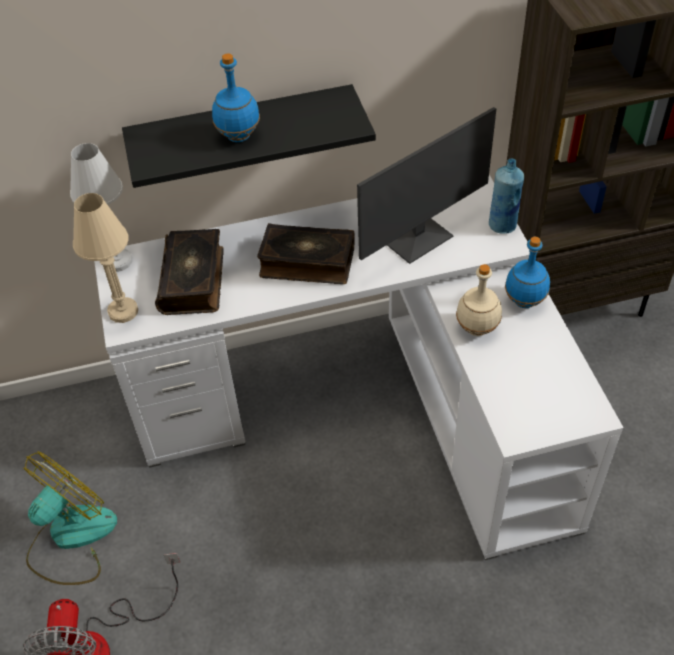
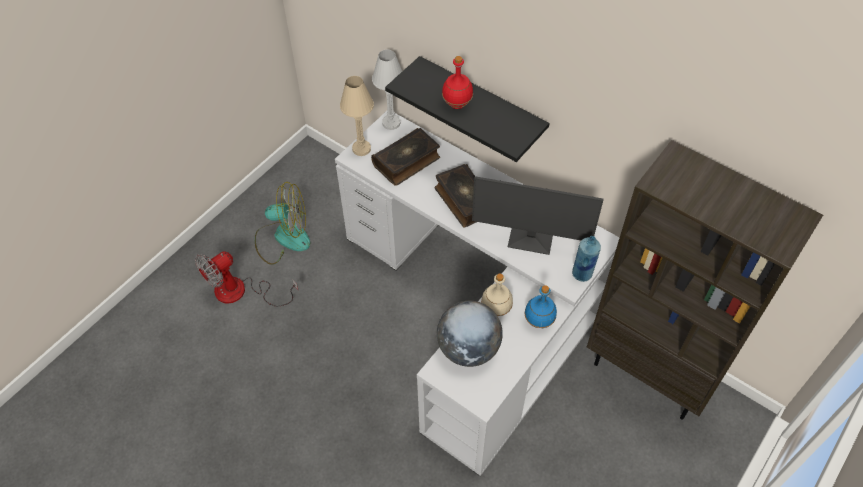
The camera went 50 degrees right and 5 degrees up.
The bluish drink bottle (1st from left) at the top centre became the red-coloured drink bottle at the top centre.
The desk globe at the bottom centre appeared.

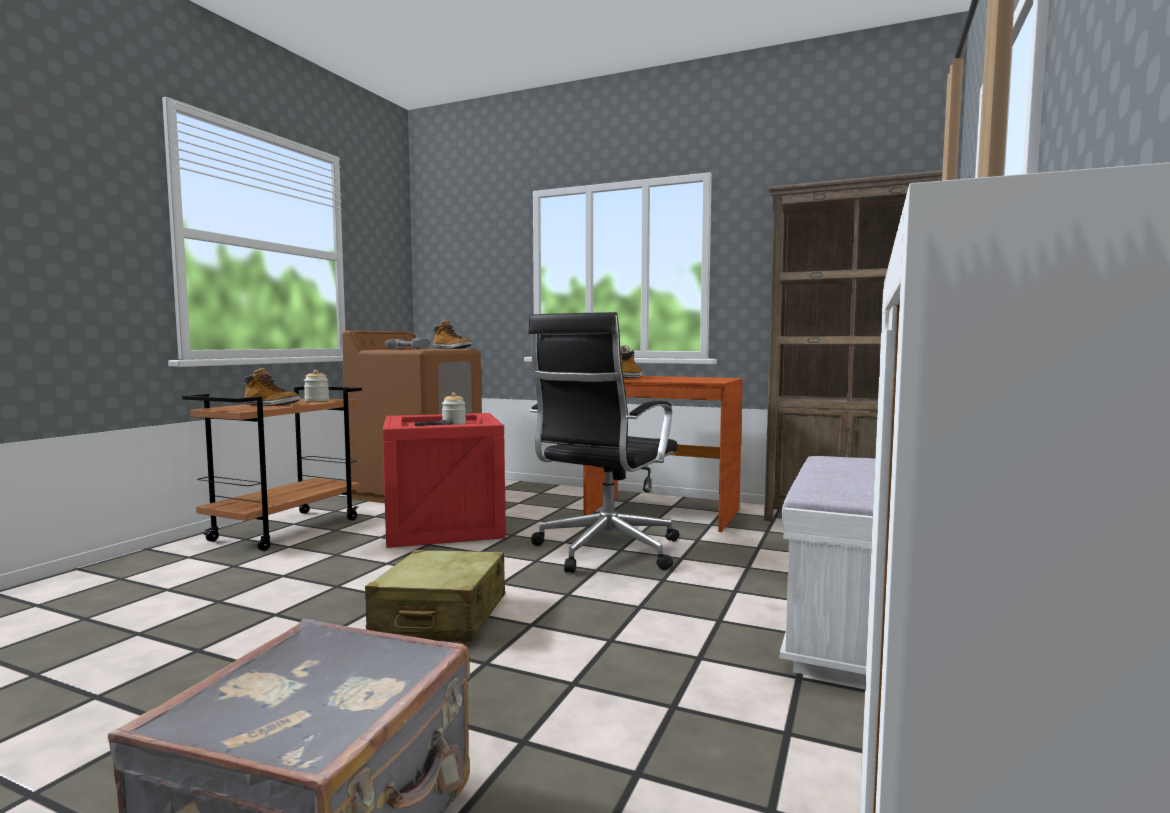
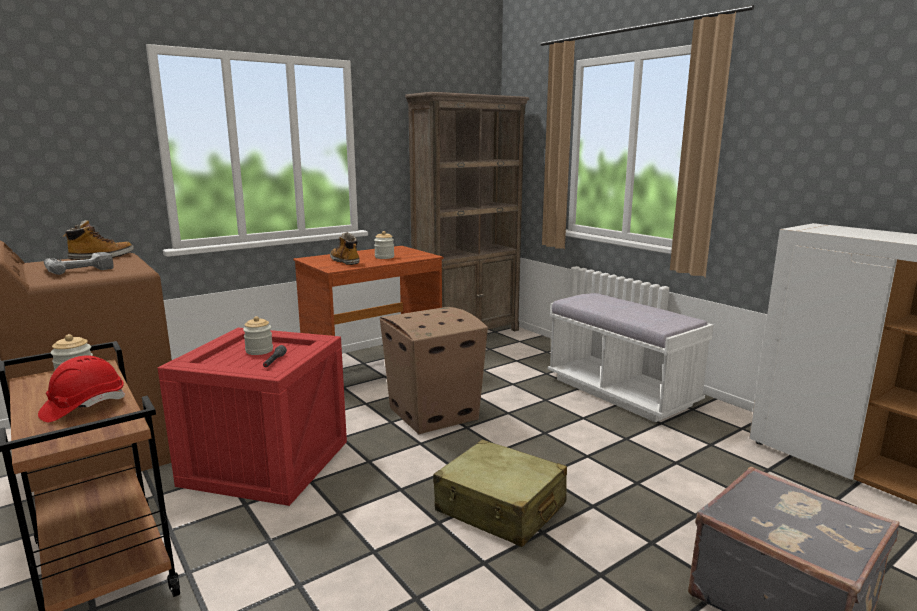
The camera went 60 degrees left and 10 degrees up.
The boot (1st from left) at the middle left was replaced by the red-coloured safety helmet at the middle left.
The black desk chair at the centre was replaced by the carton at the centre.
The storage jar (3rd from left) at the centre appeared.

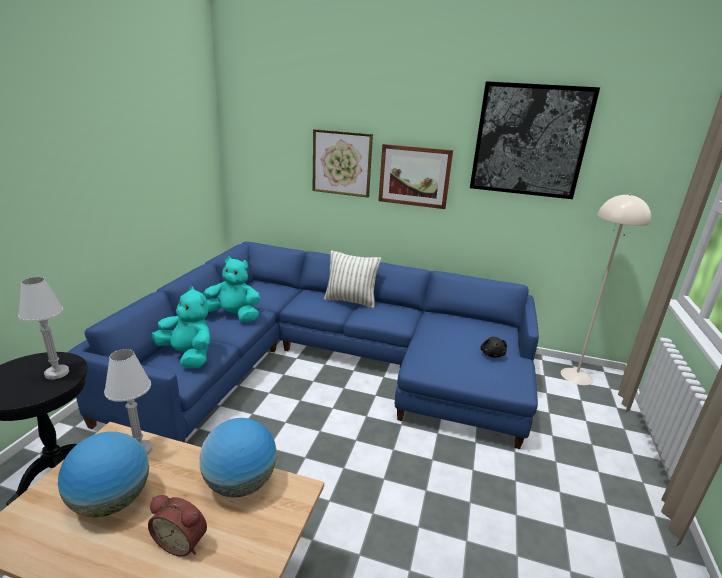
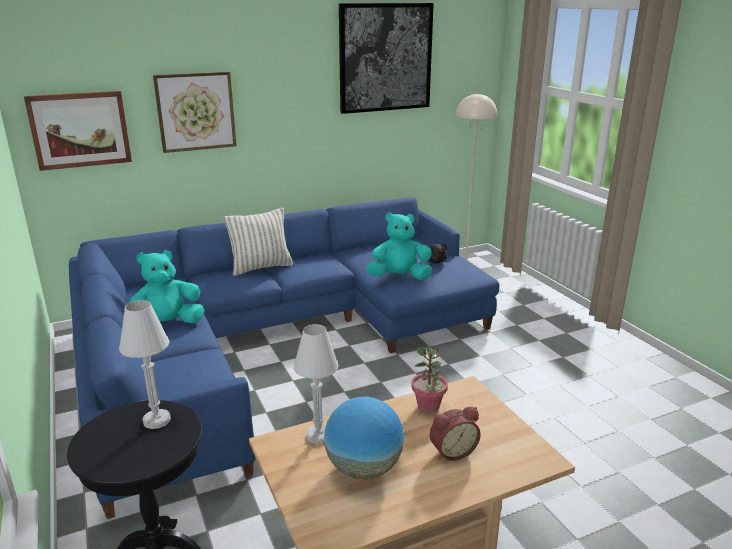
The camera went 40 degrees left and 0 degrees up.
The turquoise cuddly toy (1st from left in the first image) moved from the middle left to the centre.
The desk globe (2nd from left) at the bottom left was replaced by the houseplant at the bottom centre.
The picture (2nd from left in the first image) moved from the top centre to the top left.

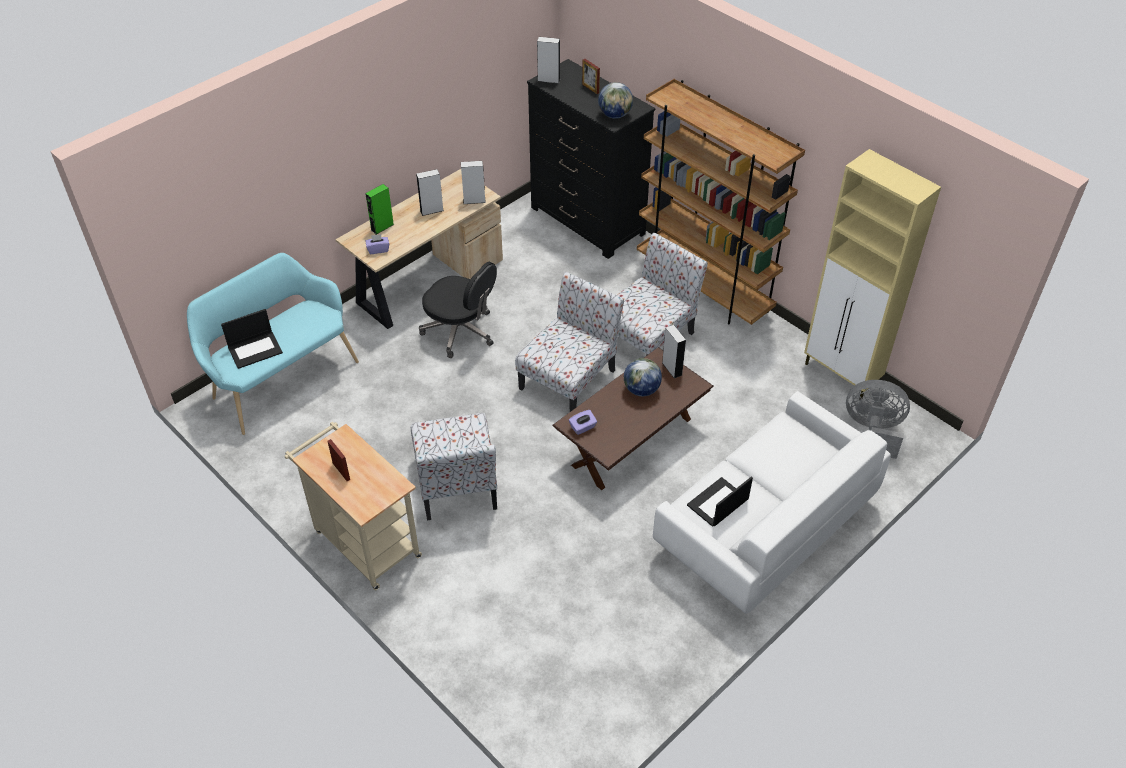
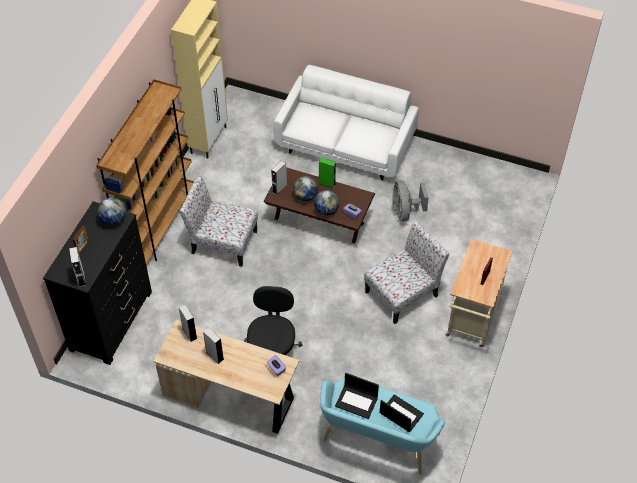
The camera went 115 degrees left and 5 degrees up.
The green audio speaker moved from the top centre to the centre.
The plain chair (2nd from left) at the centre disappeared.
The portable computer (2nd from left in the first image) moved from the centre to the bottom centre.
The greyish electric fan moved from the middle right to the centre.
The desk globe (3rd from left) at the centre appeared.

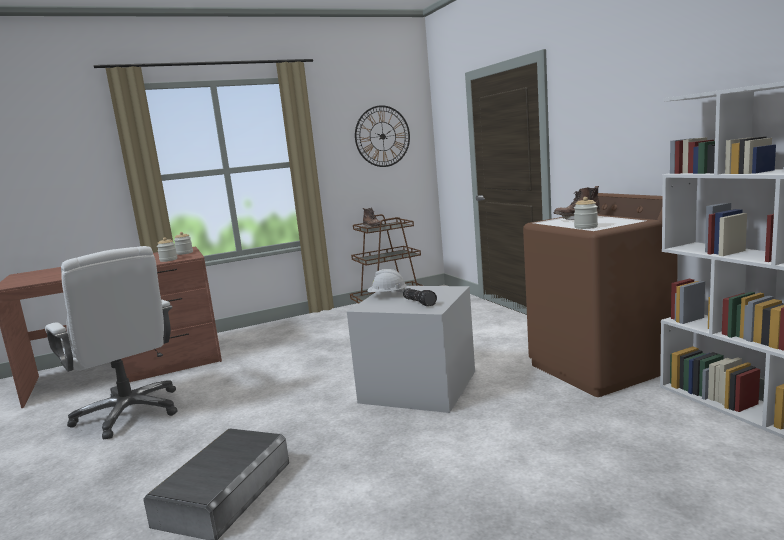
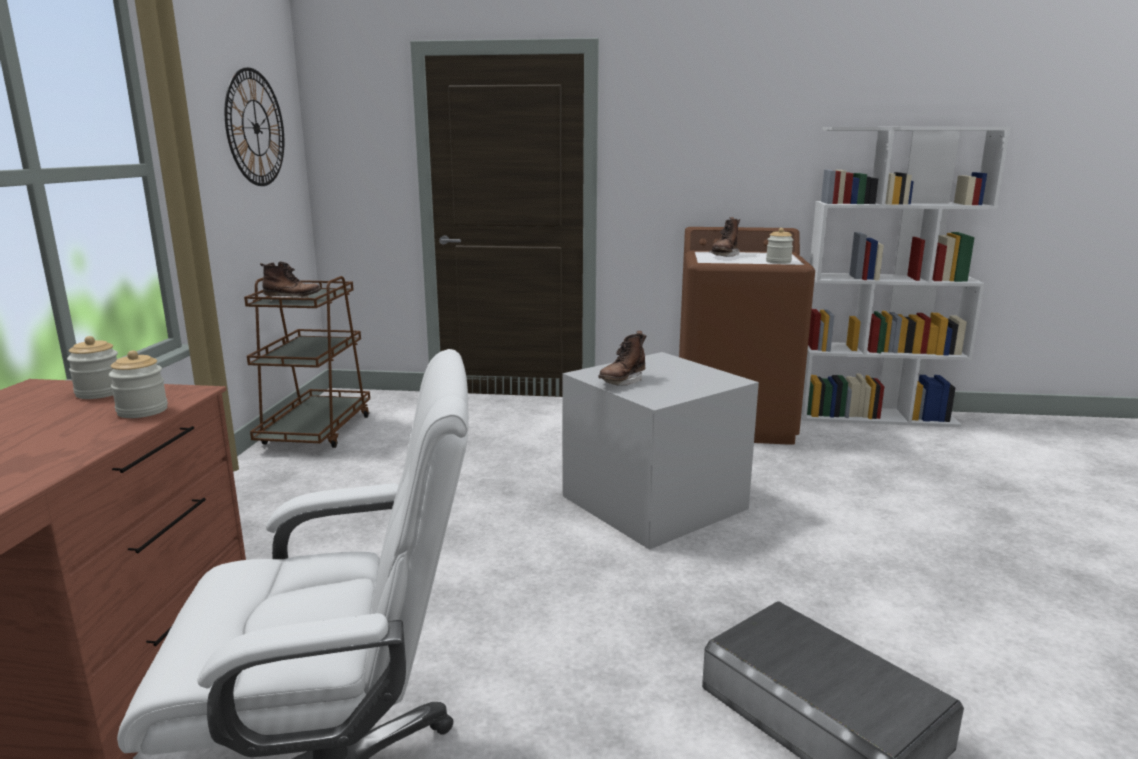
The camera went 60 degrees left and 5 degrees up.
The white-coloured safety helmet at the centre was replaced by the brown-coloured boot (2nd from left) at the centre.
The flashlight at the centre disappeared.

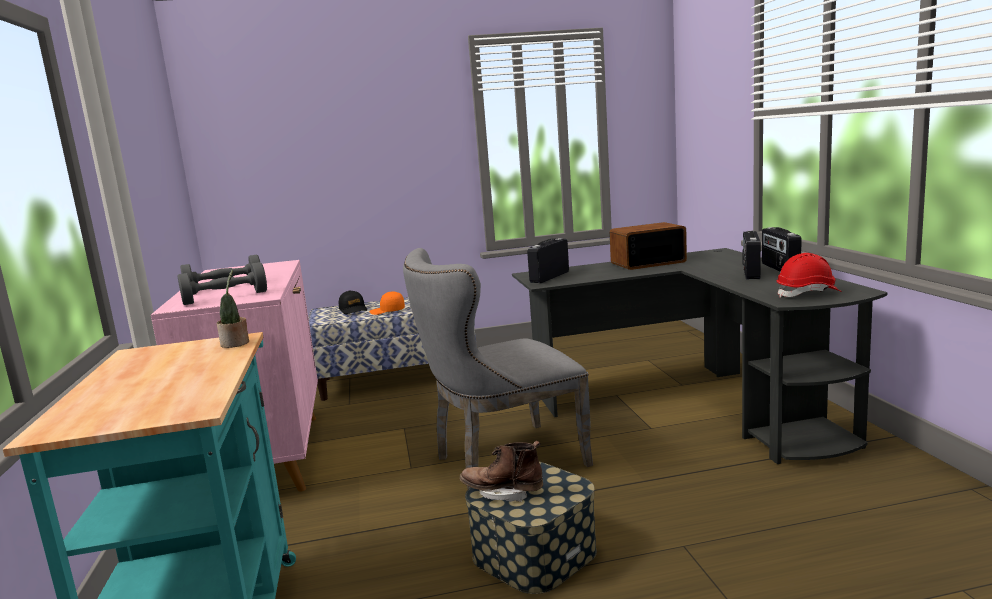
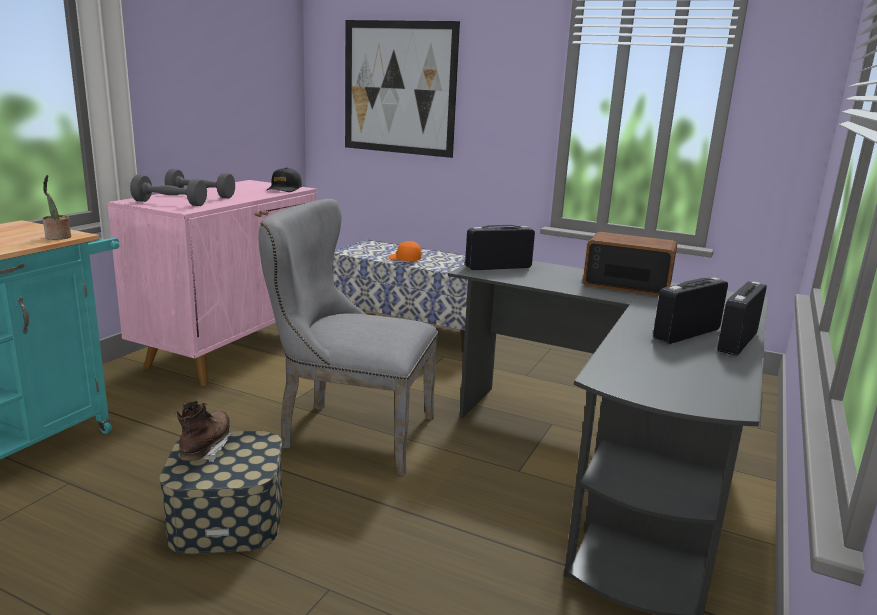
The camera went 35 degrees right and 5 degrees up.
The black baseball cap moved from the centre to the top left.
The brown-coloured boot at the bottom centre turned 45 degrees clockwise.
The red-coloured safety helmet at the middle right disappeared.
The picture at the top centre appeared.

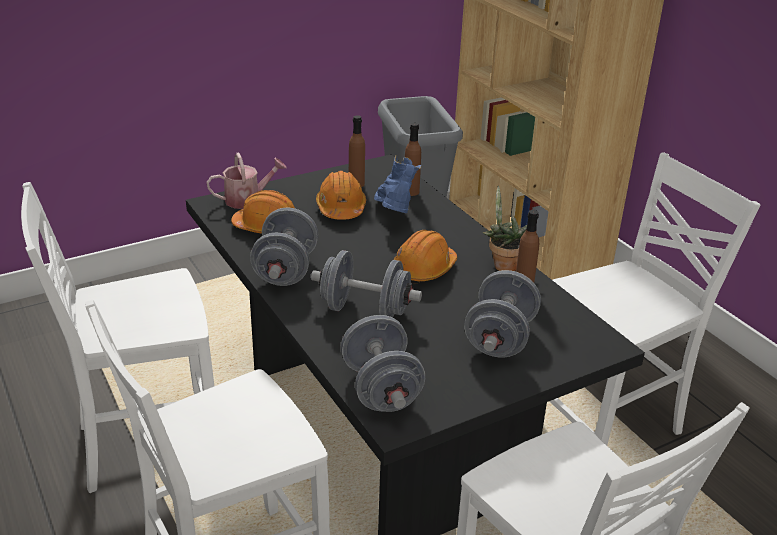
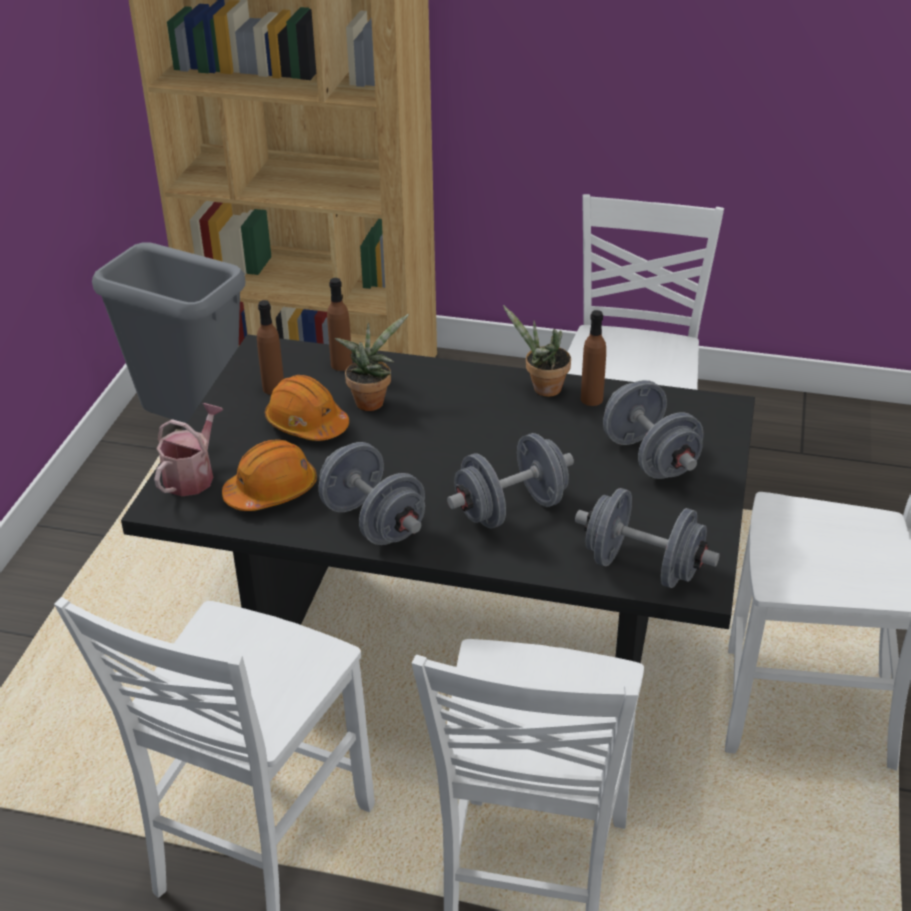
The camera went 45 degrees left and 5 degrees up.
The bluish boot at the centre was replaced by the houseplant (1st from left) at the centre.
The orangey safety helmet (3rd from left) at the centre disappeared.

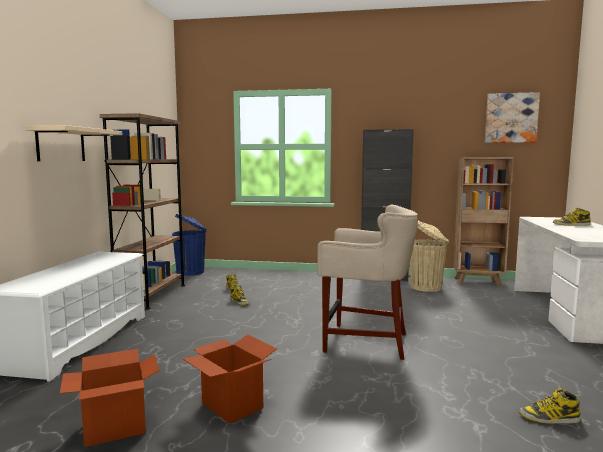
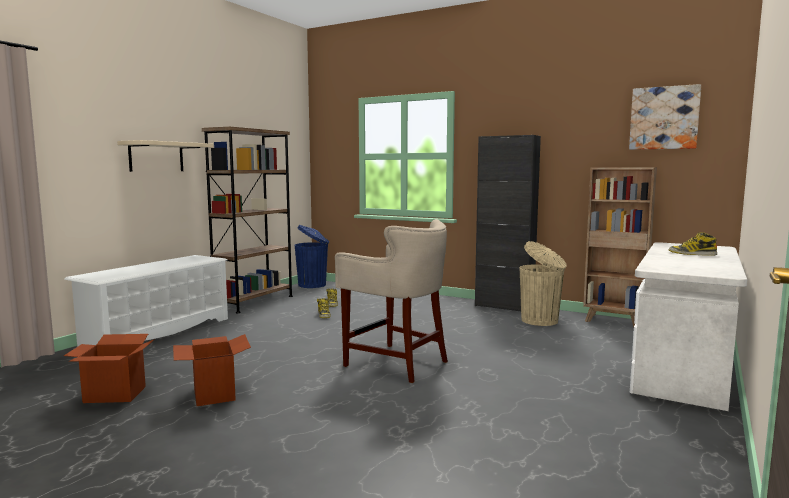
The camera went 20 degrees right and 0 degrees up.
The boot (3rd from left) at the bottom right disappeared.

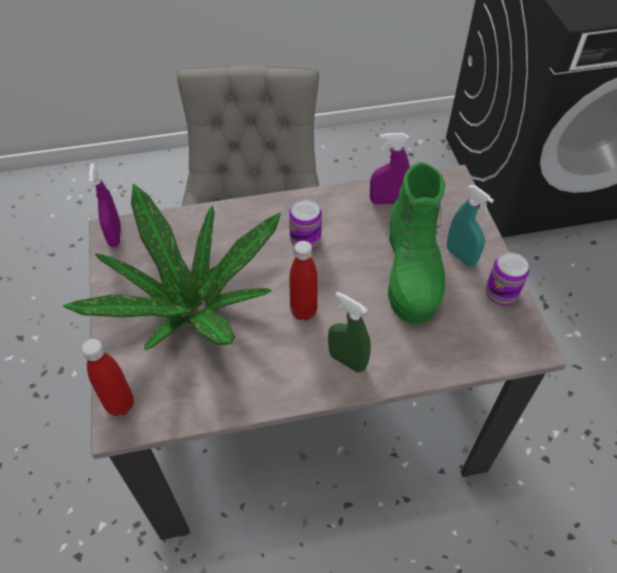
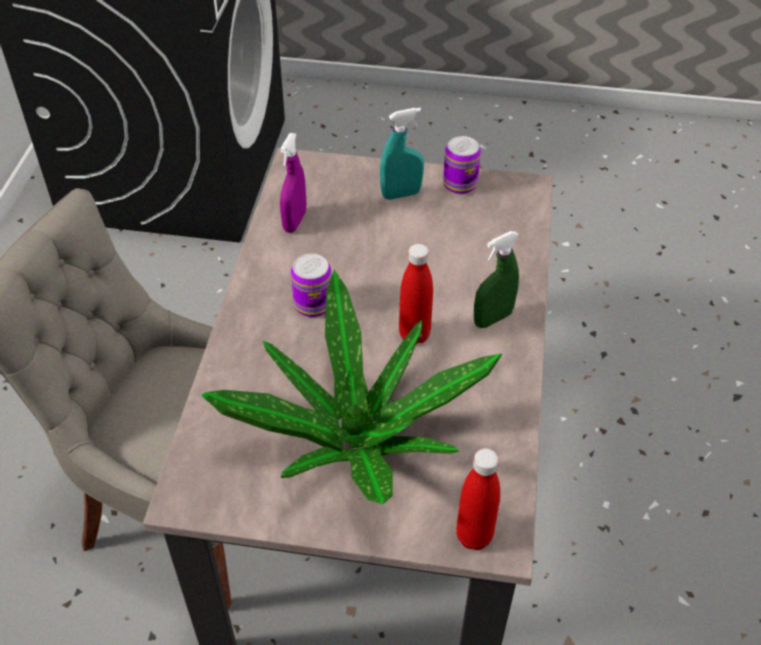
The camera went 70 degrees left and 5 degrees down.
The purple-coloured sprayer (1st from left) at the middle left disappeared.
The green boot at the middle right disappeared.

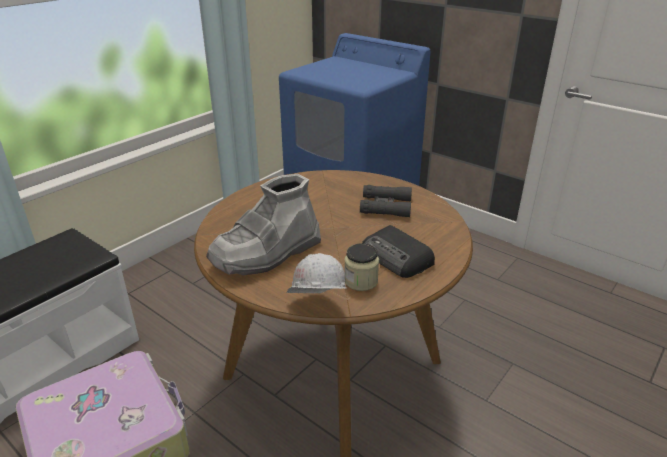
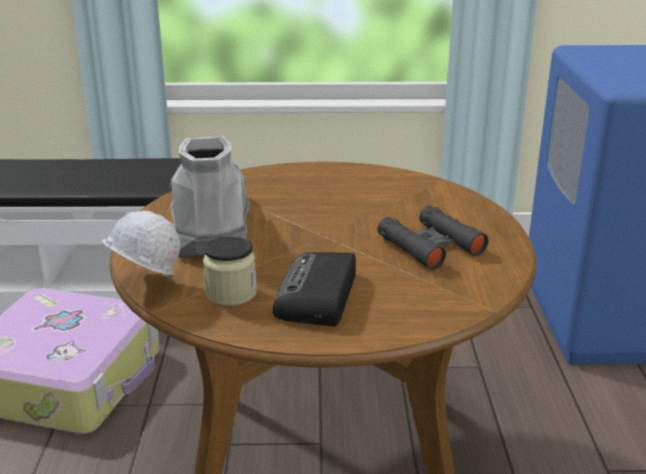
The camera went 50 degrees right and 5 degrees down.
The greyish boot at the centre turned 75 degrees clockwise.

